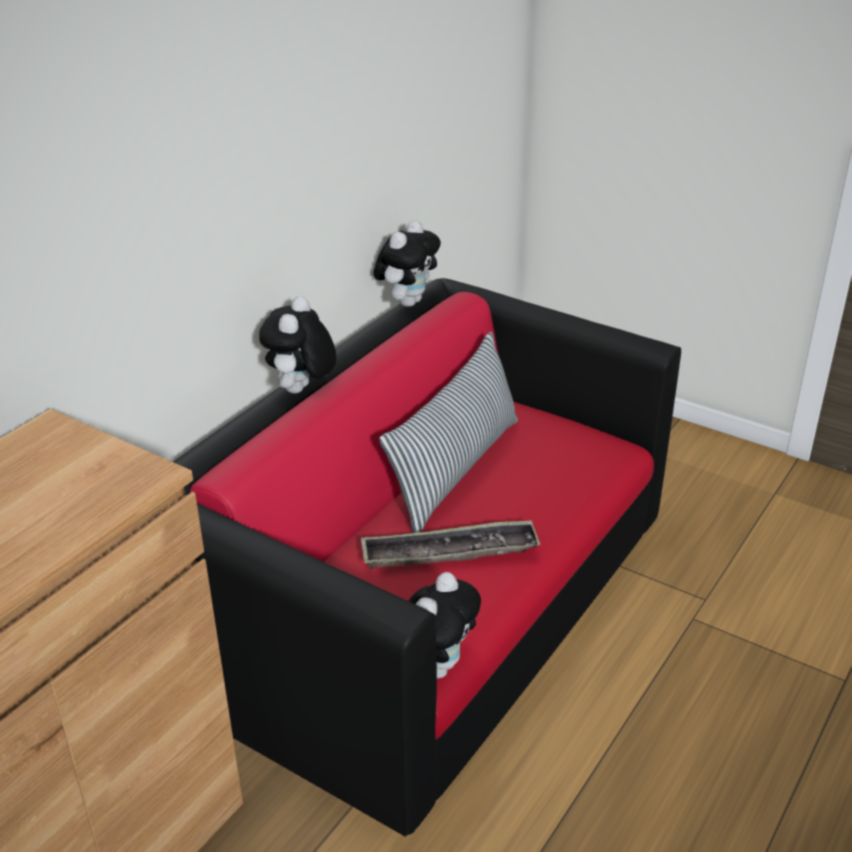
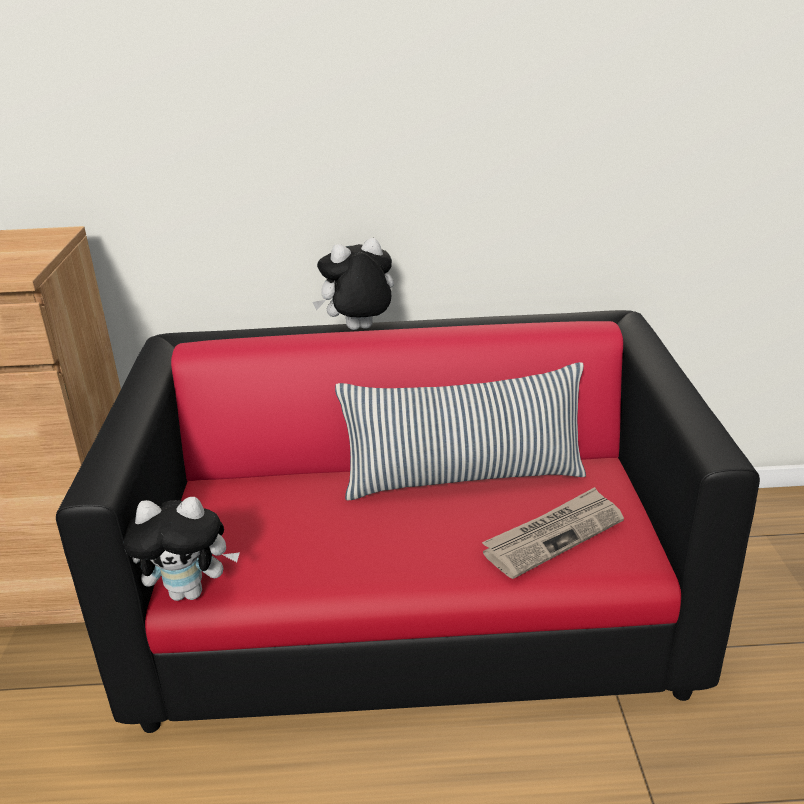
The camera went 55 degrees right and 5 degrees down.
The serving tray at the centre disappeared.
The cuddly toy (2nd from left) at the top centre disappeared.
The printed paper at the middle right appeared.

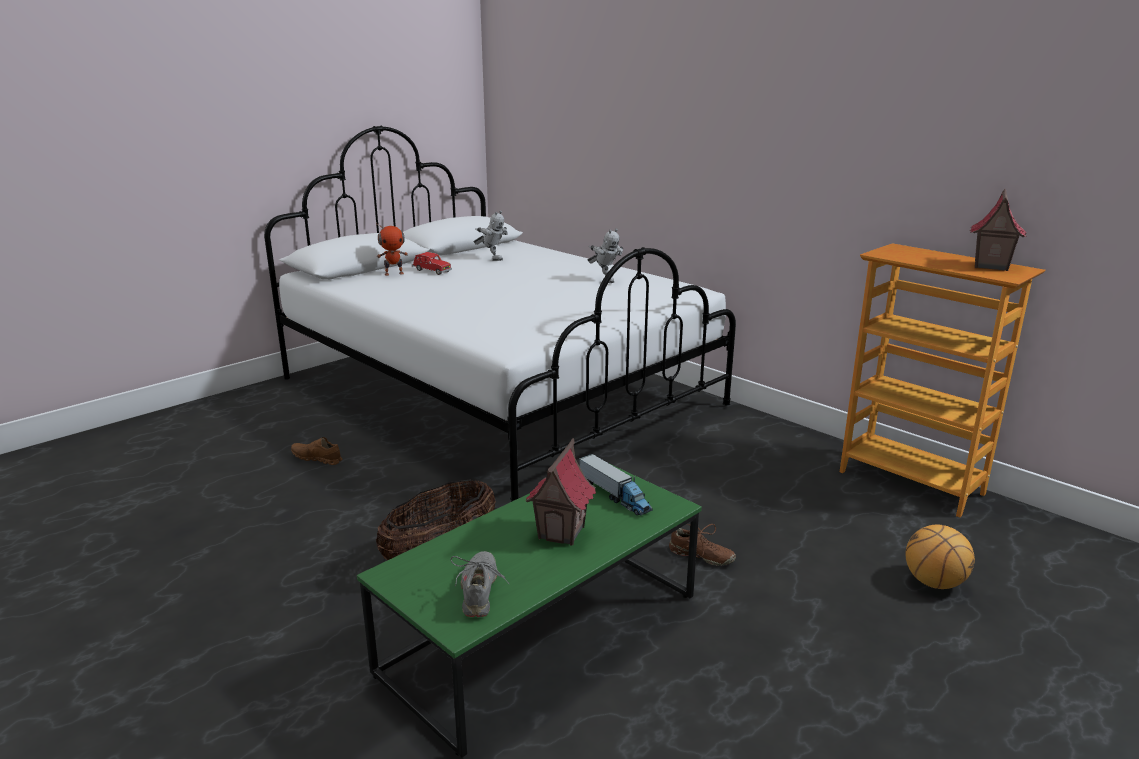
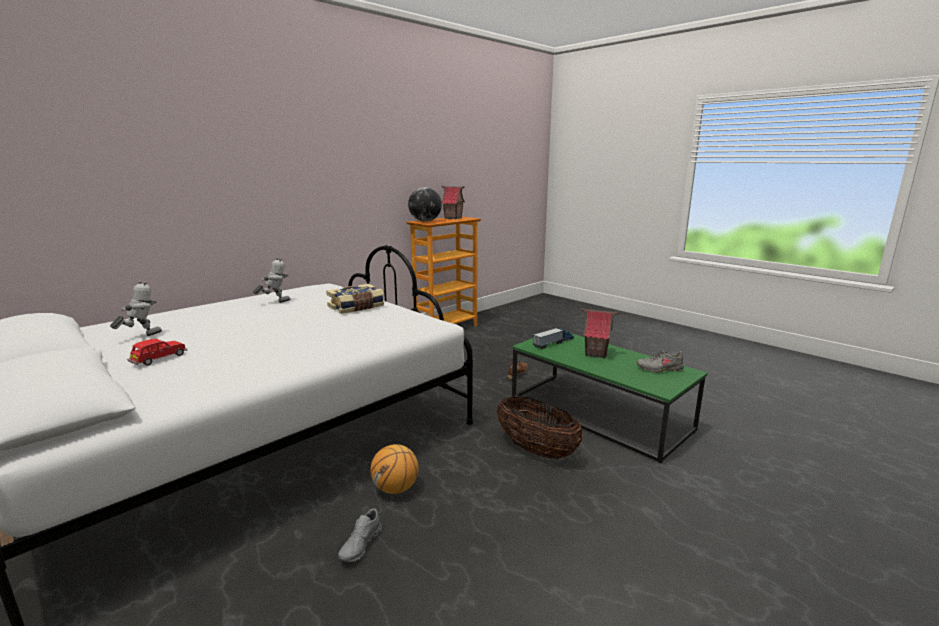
The camera went 90 degrees left and 5 degrees down.
The brown-coloured shoe (1st from left) at the middle left became the greyish shoe (1st from left) at the bottom centre.
The toy robot (1st from left) at the top centre disappeared.
The basketball moved from the bottom right to the bottom centre.
The bound book at the centre appeared.
The desk globe at the top centre appeared.

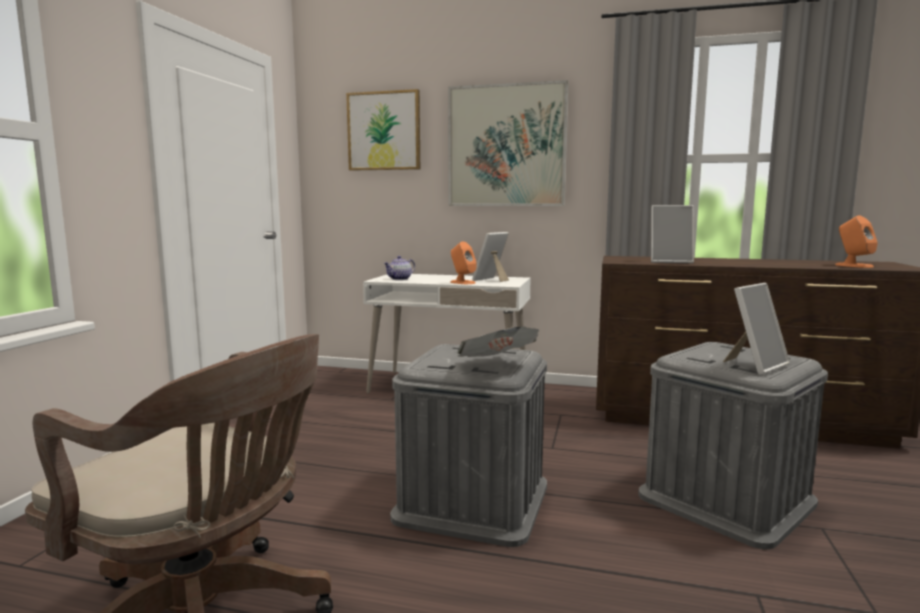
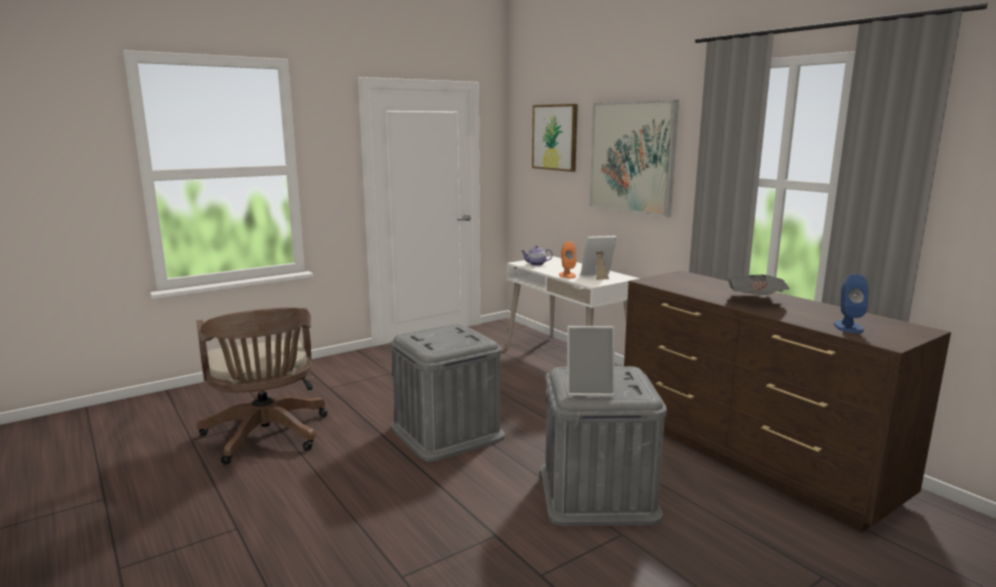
The camera went 40 degrees right and 5 degrees up.
The printed paper moved from the centre to the middle right.
The standing frame (2nd from left) at the middle right disappeared.
The orangey audio speaker (2nd from left) at the middle right became the bluish audio speaker at the middle right.

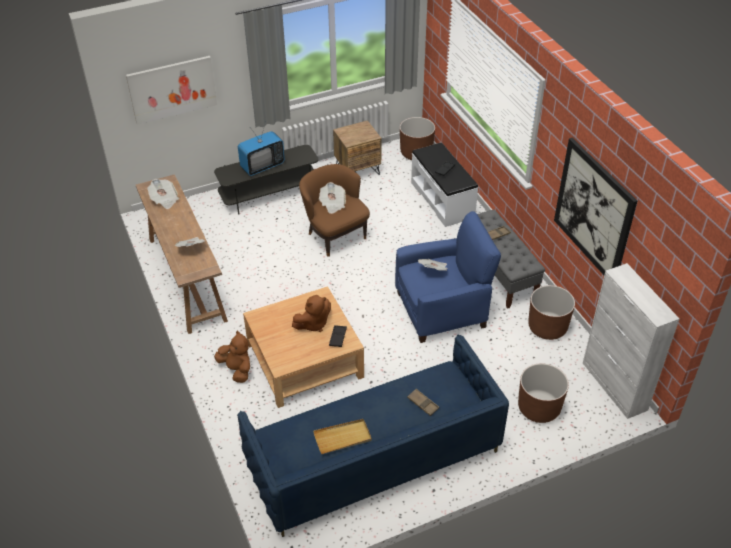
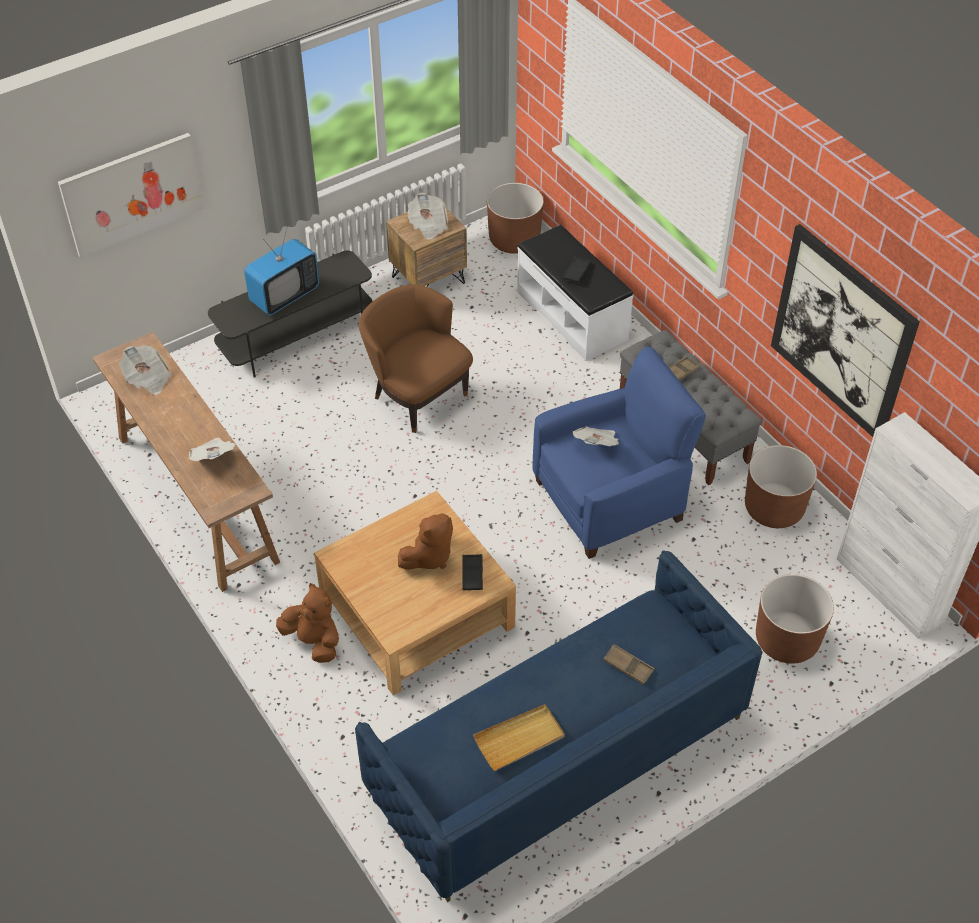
The camera went 10 degrees left and 5 degrees up.
The printed paper (3rd from left) moved from the centre to the top centre.

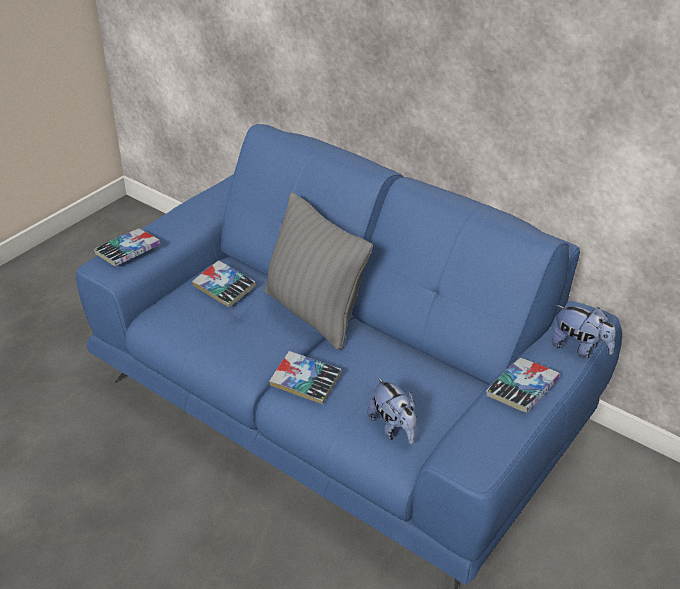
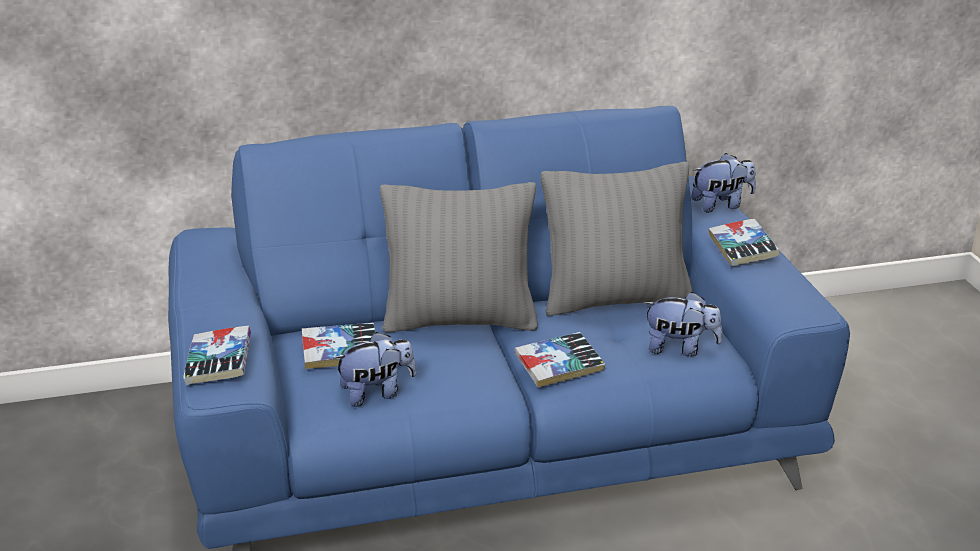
The camera went 50 degrees left and 10 degrees down.
The cuddly toy (1st from left) at the bottom centre appeared.
The greyish throw pillow (2nd from left) at the centre appeared.

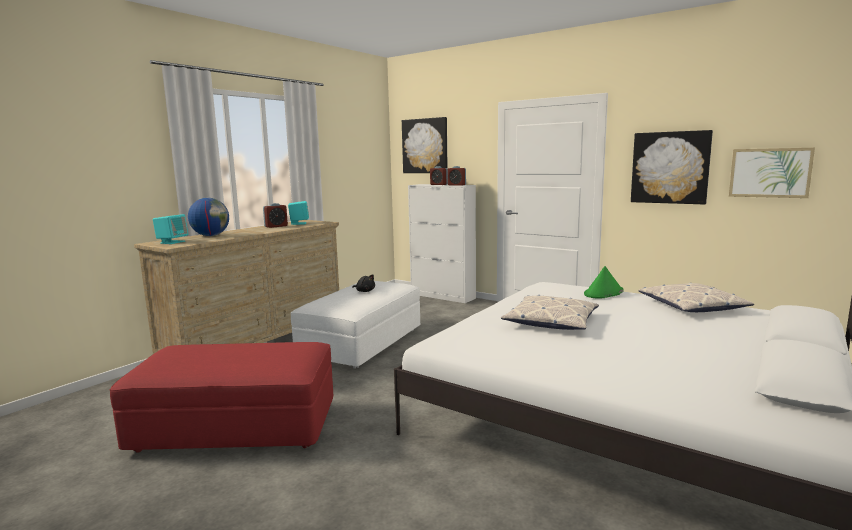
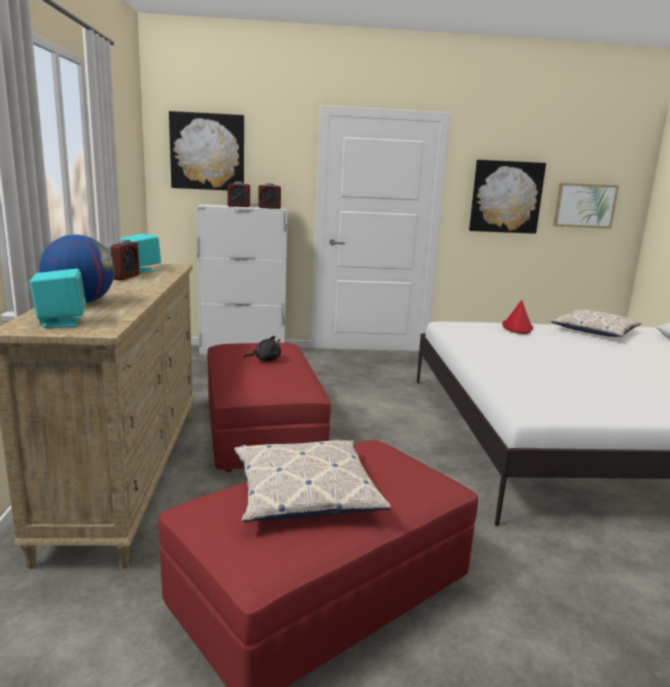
The camera went 40 degrees left and 5 degrees up.
The white-coloured ottoman at the centre became the red-coloured ottoman (1st from left) at the centre.
The throw pillow (1st from left) moved from the centre to the bottom centre.
The green clothing hat at the middle right became the red-coloured clothing hat at the middle right.

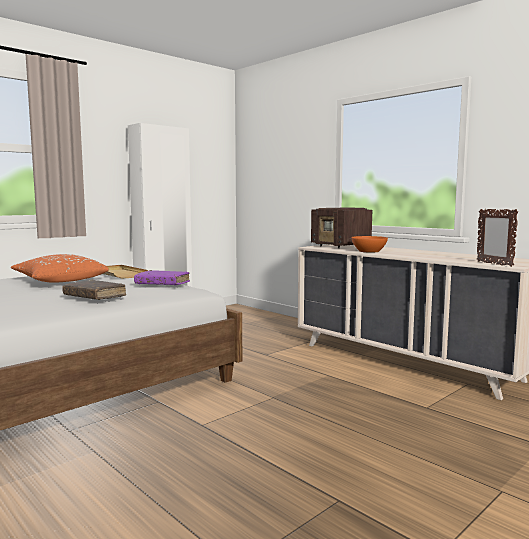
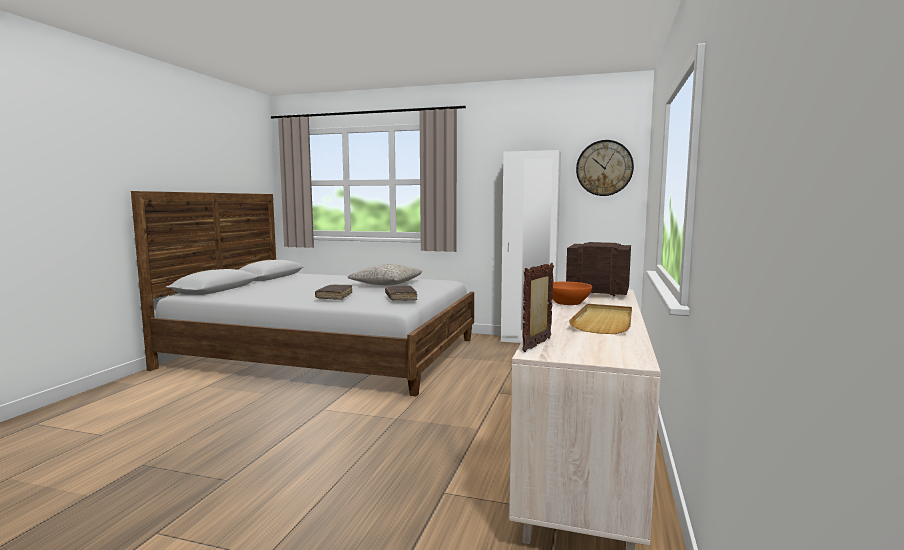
The camera went 60 degrees right and 0 degrees up.
The orangey throw pillow at the middle left became the greyish throw pillow at the centre.
The beige-coloured serving tray moved from the middle left to the centre.
The purple-coloured bound book at the middle left became the brown-coloured bound book (2nd from left) at the centre.
The radio receiver at the centre turned 90 degrees clockwise.
The clock on the wall at the top right appeared.

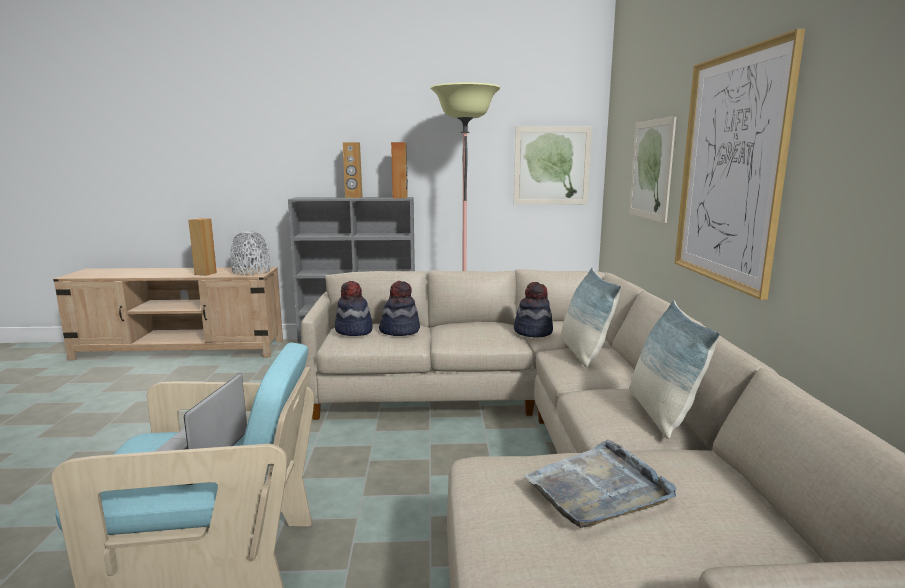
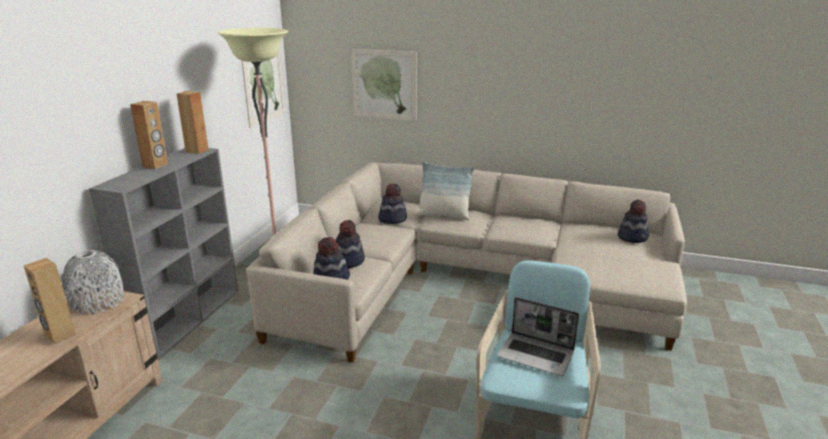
The camera went 70 degrees left and 10 degrees up.
The greyish serving tray at the bottom centre disappeared.
The throw pillow (2nd from left) at the middle right disappeared.
The picture (3rd from left) at the top right disappeared.
The clothing hat (4th from left) at the middle right appeared.

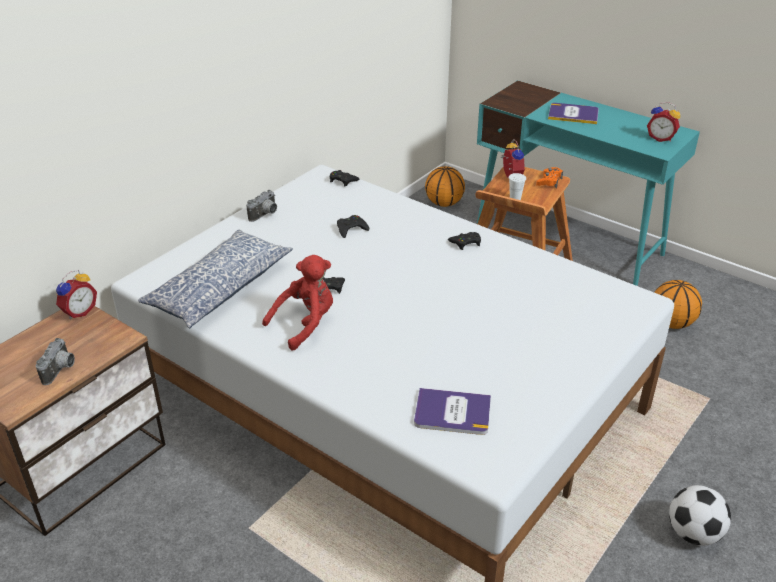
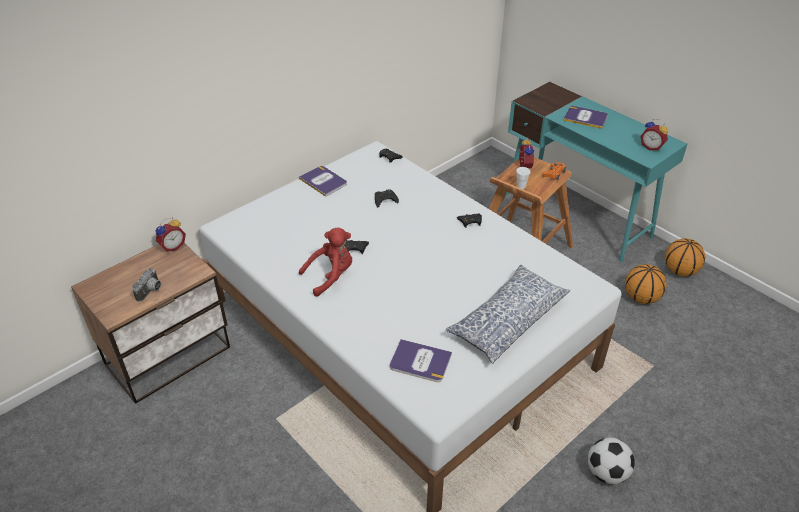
The camera went 10 degrees right and 5 degrees up.
The throw pillow moved from the middle left to the centre.
The photo camera (2nd from left) at the centre was replaced by the bound book (1st from left) at the centre.
The basketball (1st from left in the first image) moved from the top centre to the middle right.

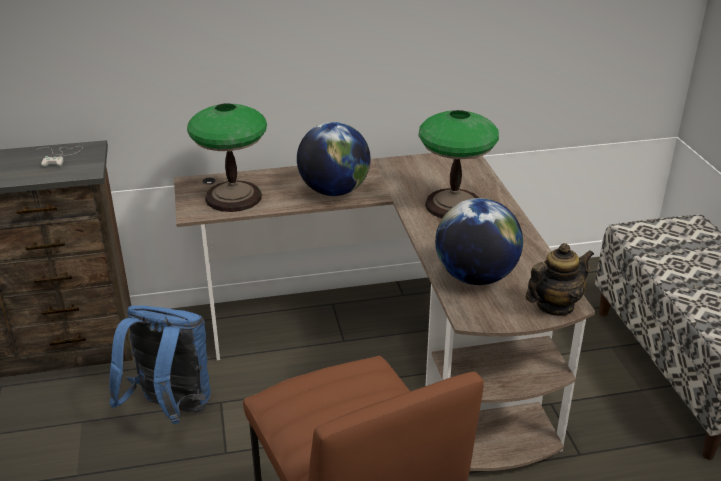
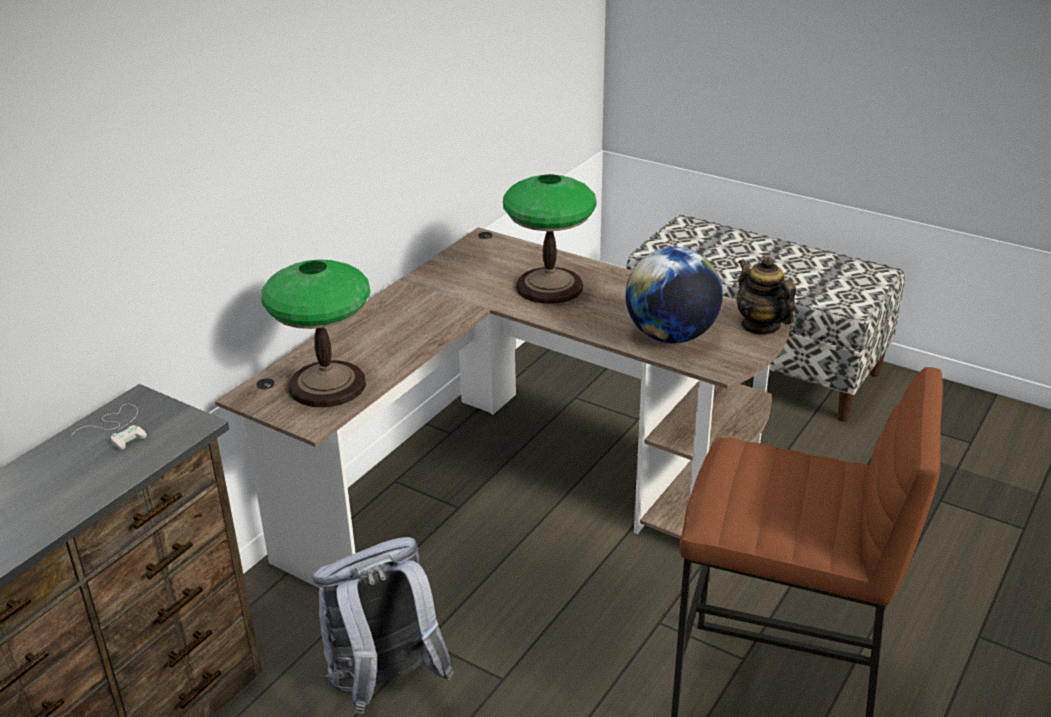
The camera went 45 degrees left and 0 degrees up.
The bluish backpack at the bottom left became the greyish backpack at the bottom centre.
The desk globe (1st from left) at the top centre disappeared.
The tea pot at the middle right turned 45 degrees counterclockwise.

